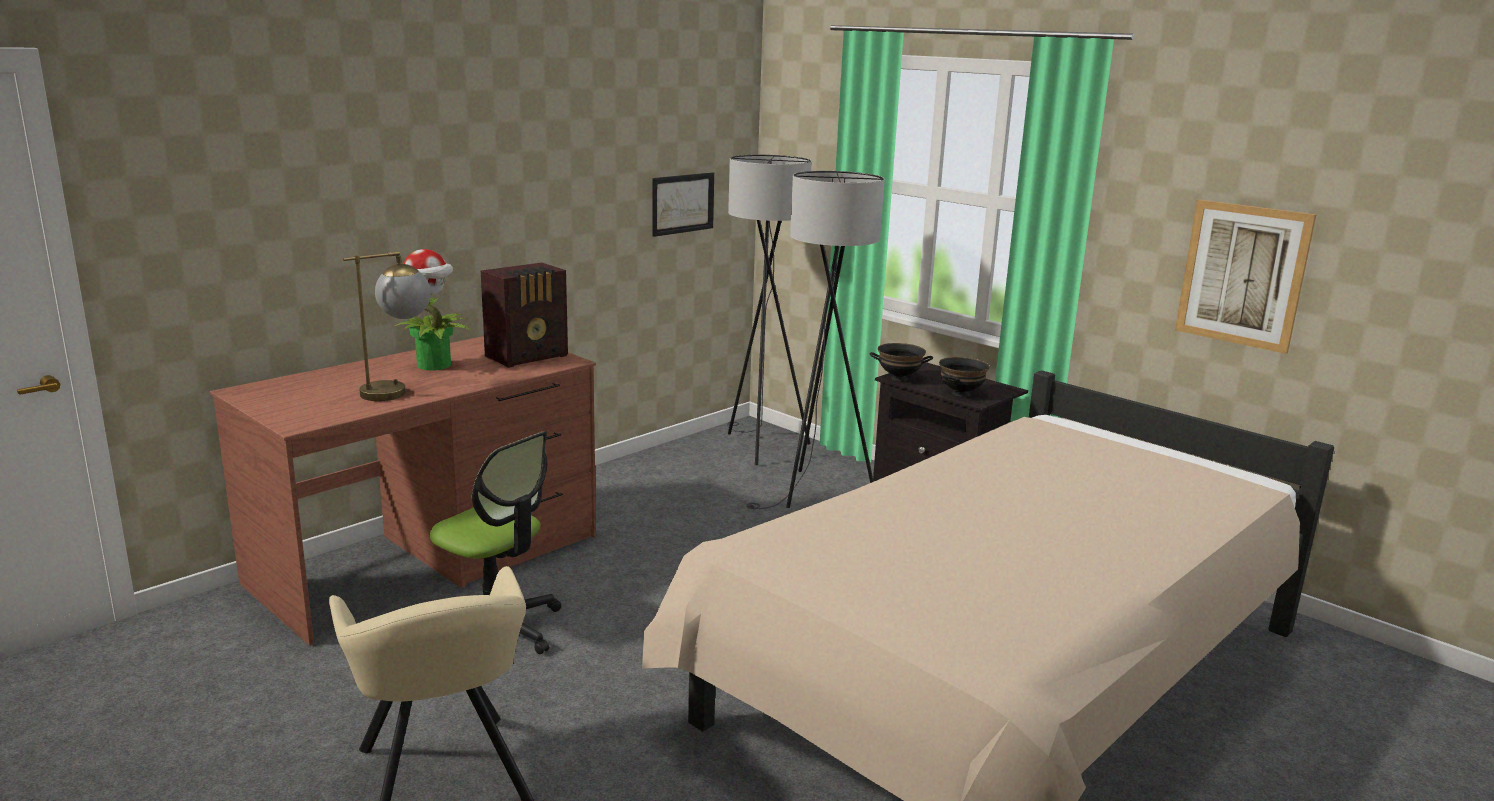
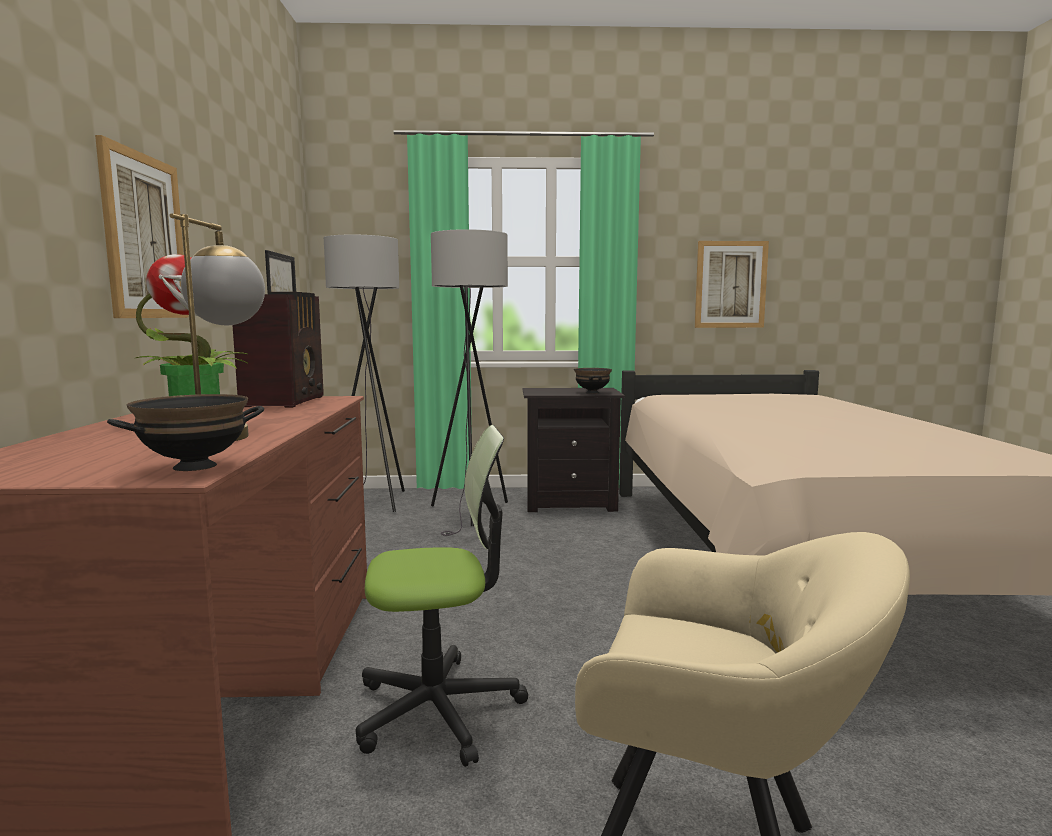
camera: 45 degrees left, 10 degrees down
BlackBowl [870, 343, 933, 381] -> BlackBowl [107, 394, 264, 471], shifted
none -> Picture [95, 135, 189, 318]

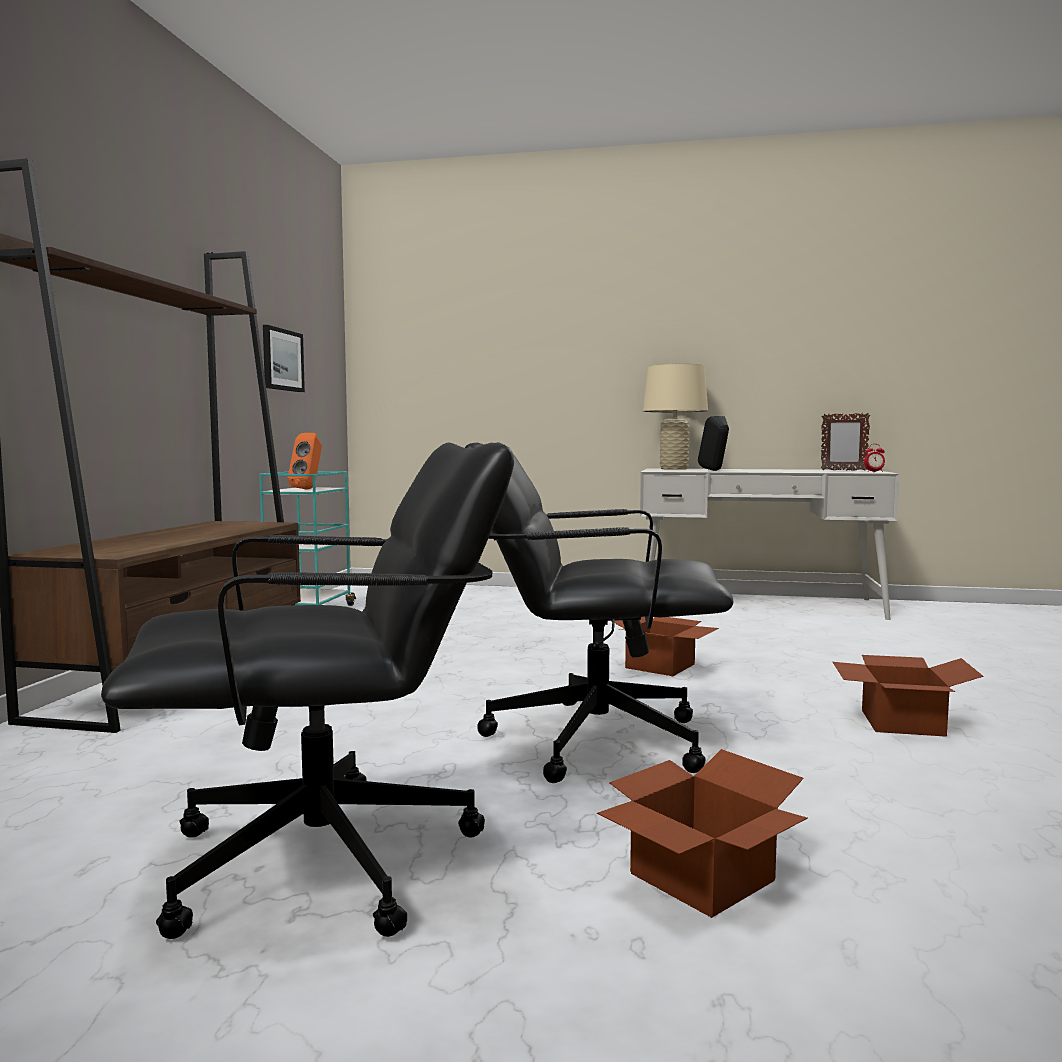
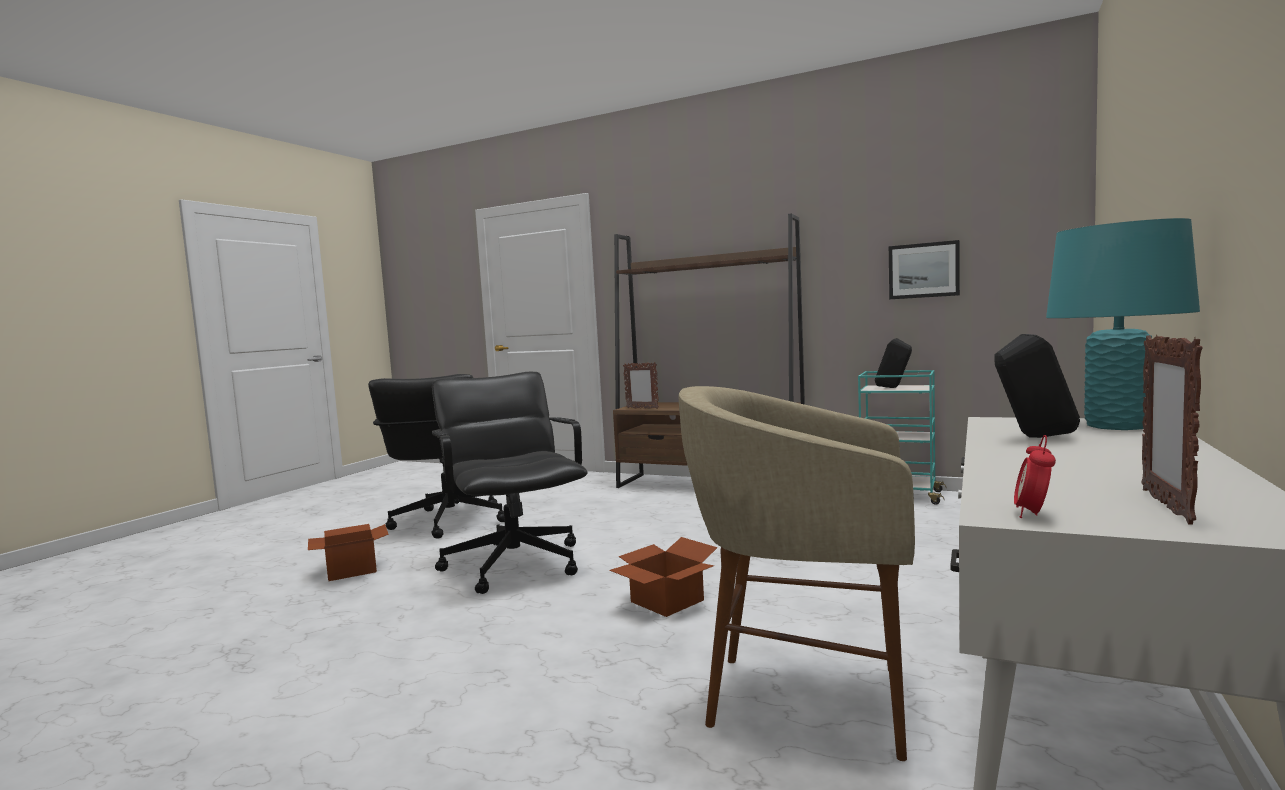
camera: 105 degrees right, 0 degrees up
OrangeSpeaker [287, 433, 322, 489] -> BlackSpeaker [875, 338, 912, 388]
BlackOfficeChair [465, 442, 734, 783] -> BlackOfficeChair [432, 372, 587, 594], 45 degrees counterclockwise
BeigeTableLamp [643, 364, 708, 470] -> TurquoiseTableLamp [1046, 218, 1200, 430]
CardboardBox [833, 655, 984, 737] -> none
none -> PictureFrame [623, 362, 659, 409]
none -> BeigeStool [679, 386, 915, 761]

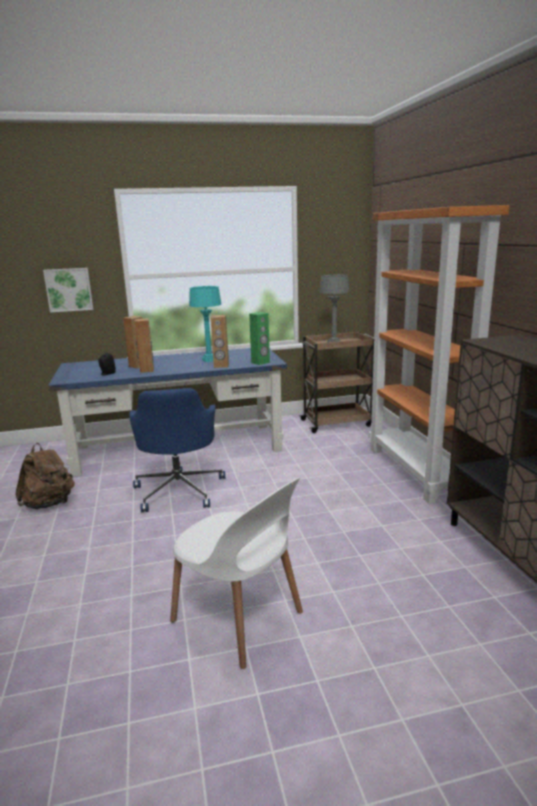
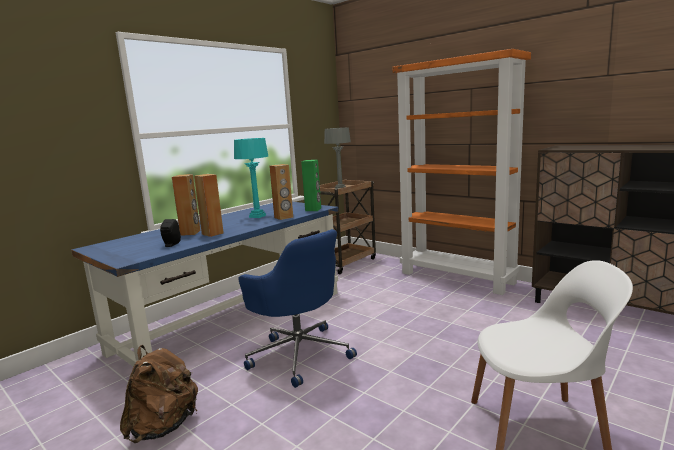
camera: 35 degrees left, 5 degrees down
Picture [43, 268, 93, 312] -> none

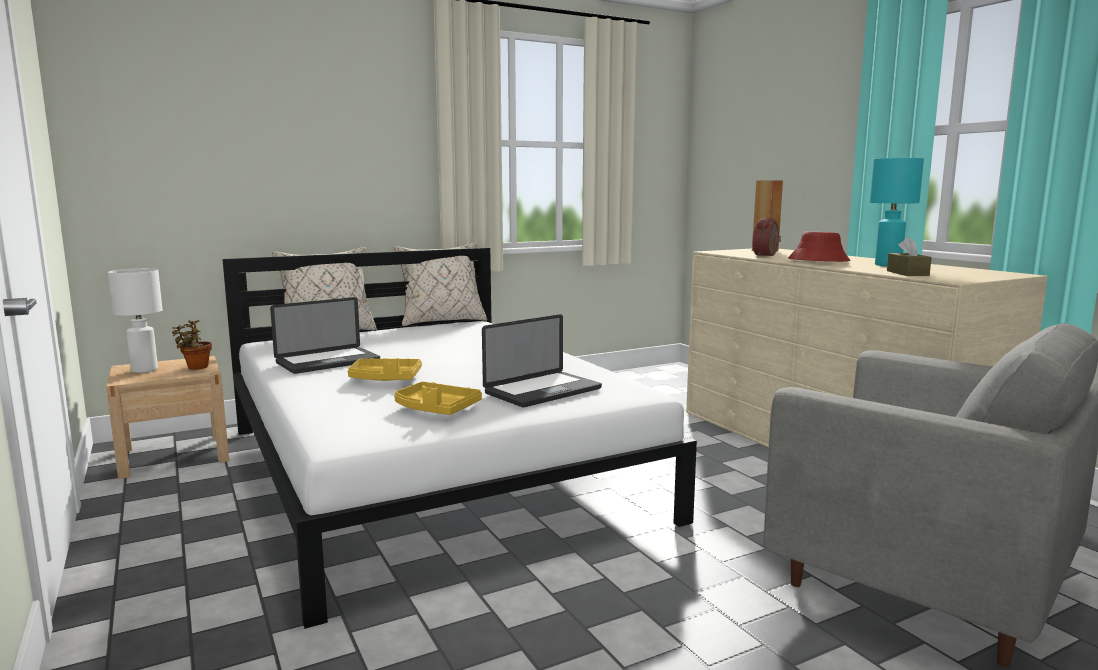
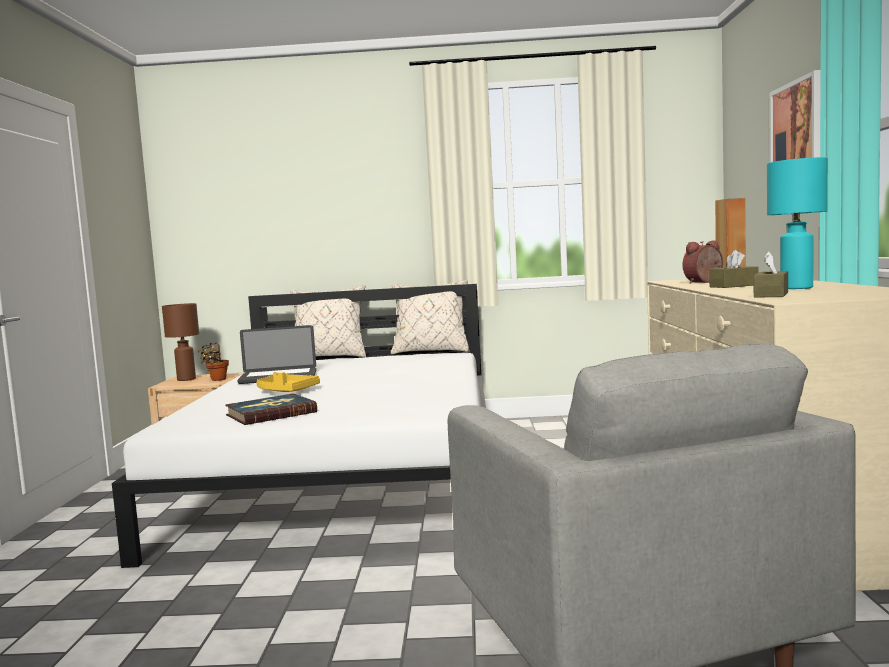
camera: 30 degrees right, 5 degrees down
WhiteTableLamp [108, 268, 163, 373] -> BrownTableLamp [162, 303, 199, 381]
YellowTray [394, 381, 482, 415] -> Book [225, 393, 317, 425]
Laptop [482, 314, 602, 407] -> none
RedHat [788, 231, 851, 262] -> BrownTissueBox [709, 250, 758, 288]
none -> Picture [769, 70, 821, 162]

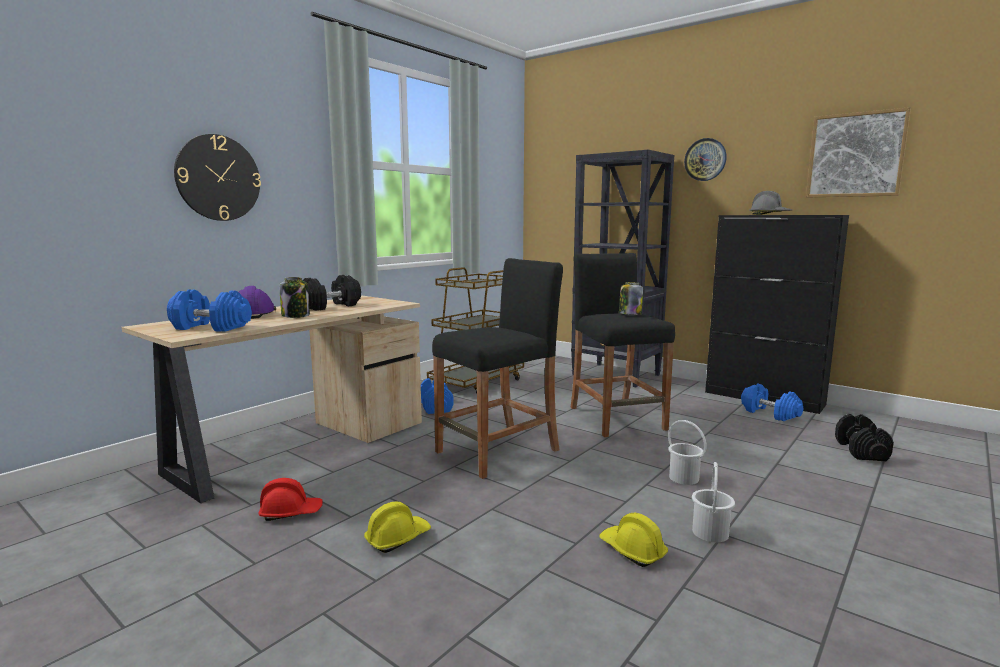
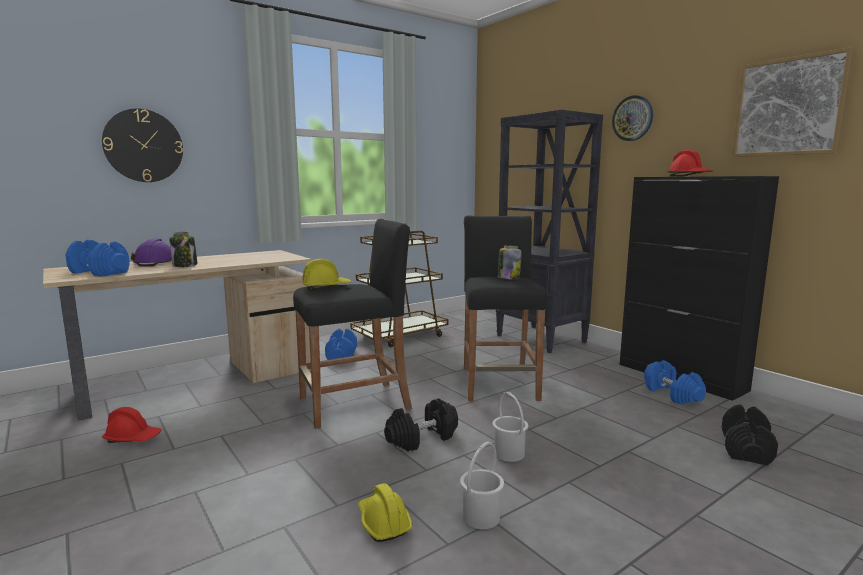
camera: 15 degrees right, 0 degrees up
BlackDumbbell [303, 275, 361, 310] -> BlackDumbbell [384, 398, 458, 451], shifted
YellowHardHat [364, 502, 431, 553] -> YellowHardHat [302, 259, 351, 291], shifted
GreyHardHat [749, 191, 792, 215] -> RedHardHat [667, 150, 713, 177]

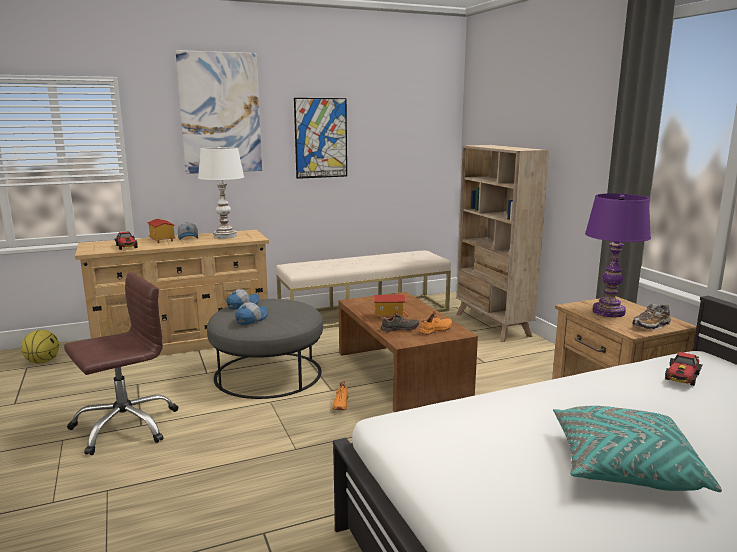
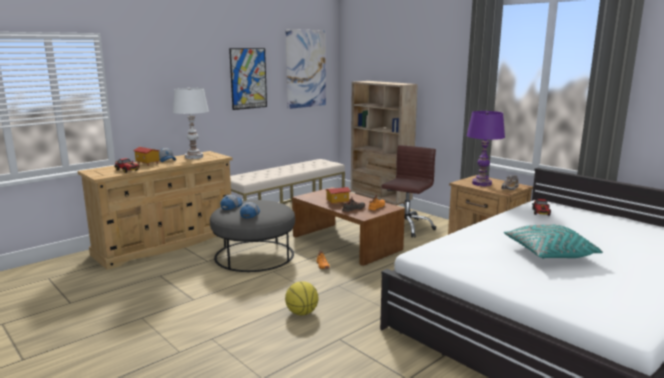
camera: 20 degrees left, 0 degrees up
Basketball [21, 330, 59, 364] -> Basketball [285, 281, 318, 315], shifted
BrownOfficeChair [64, 272, 179, 455] -> BrownOfficeChair [381, 145, 436, 238], shifted
Picture [175, 50, 262, 174] -> Picture [286, 29, 326, 109], shifted

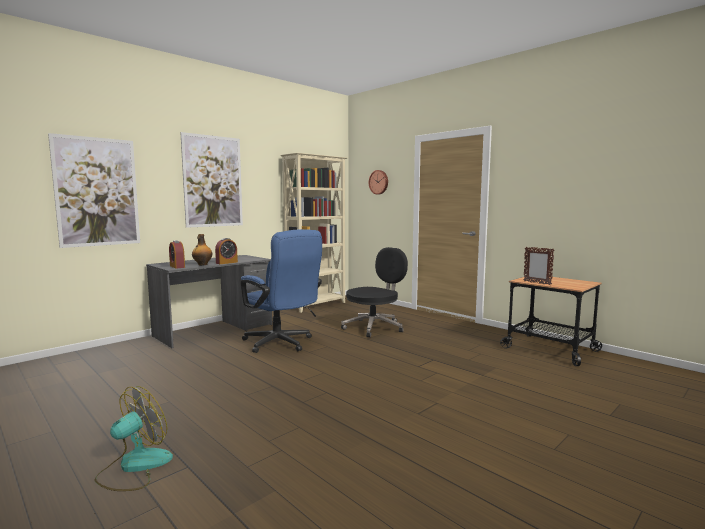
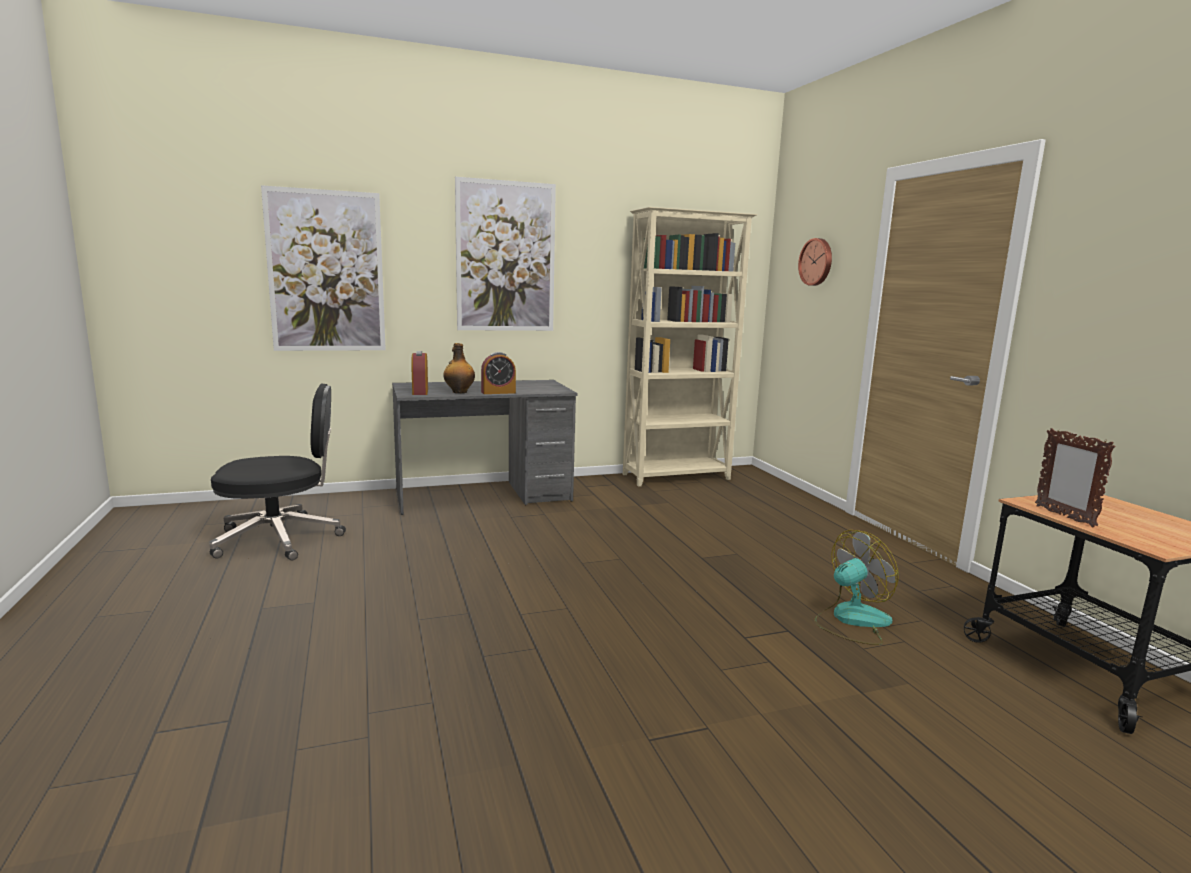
camera: 25 degrees right, 5 degrees up
Fan [95, 386, 173, 491] -> Fan [814, 530, 899, 645], shifted
BlueOfficeChair [241, 229, 322, 353] -> none
BlackOfficeChair [341, 247, 408, 337] -> BlackOfficeChair [209, 384, 346, 560], shifted

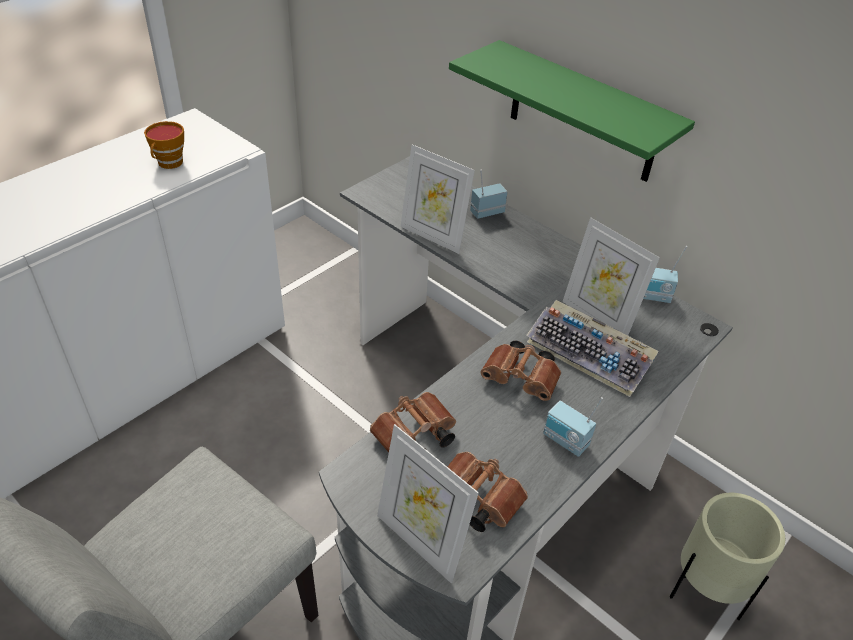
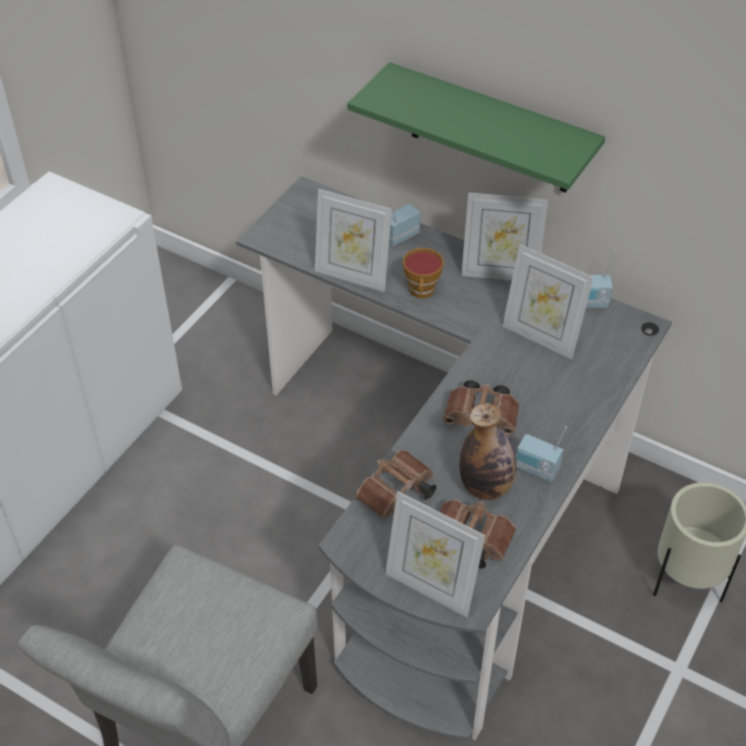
camera: 10 degrees left, 5 degrees up
Cup [144, 121, 184, 169] -> Cup [403, 248, 444, 298], shifted
Keyboard [526, 300, 659, 397] -> none
none -> Bottle [460, 403, 516, 500]
none -> PictureFrame [461, 192, 548, 281]

